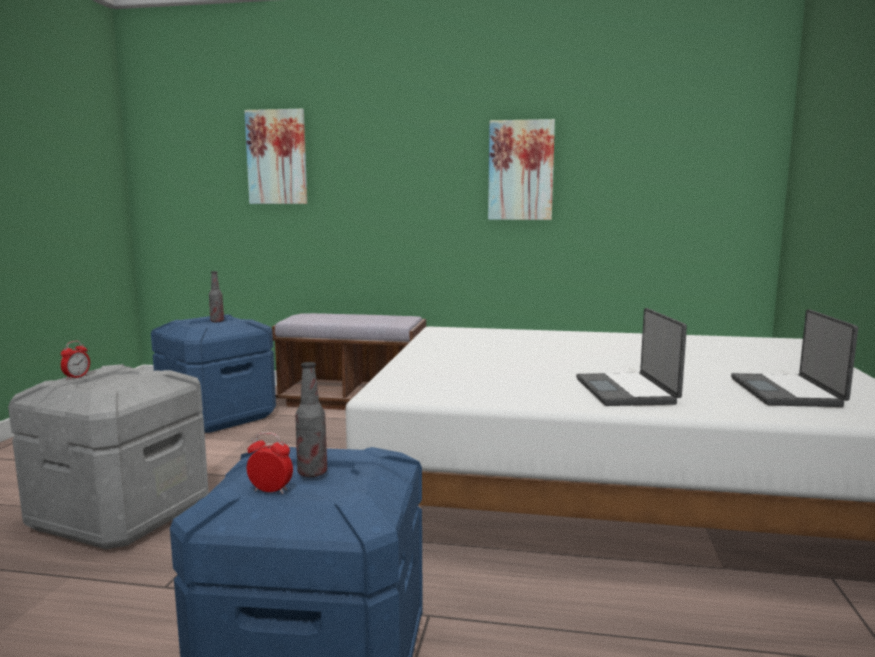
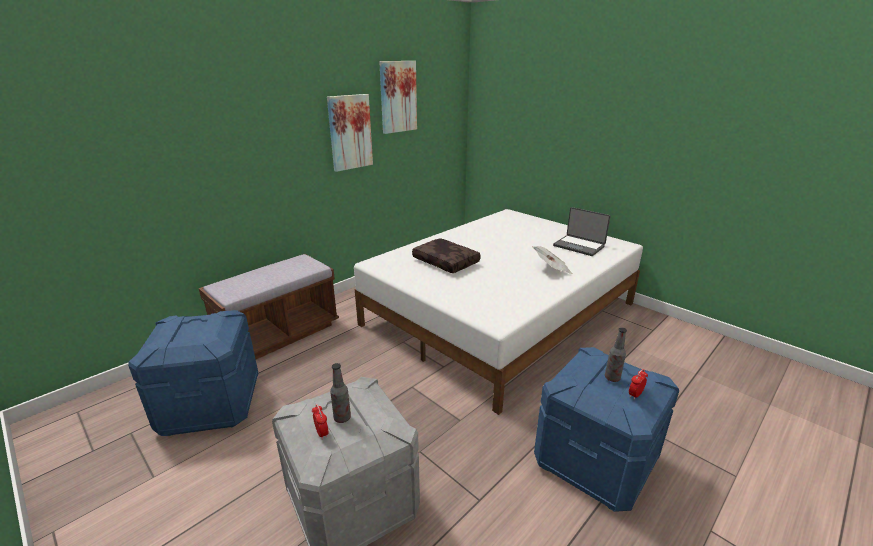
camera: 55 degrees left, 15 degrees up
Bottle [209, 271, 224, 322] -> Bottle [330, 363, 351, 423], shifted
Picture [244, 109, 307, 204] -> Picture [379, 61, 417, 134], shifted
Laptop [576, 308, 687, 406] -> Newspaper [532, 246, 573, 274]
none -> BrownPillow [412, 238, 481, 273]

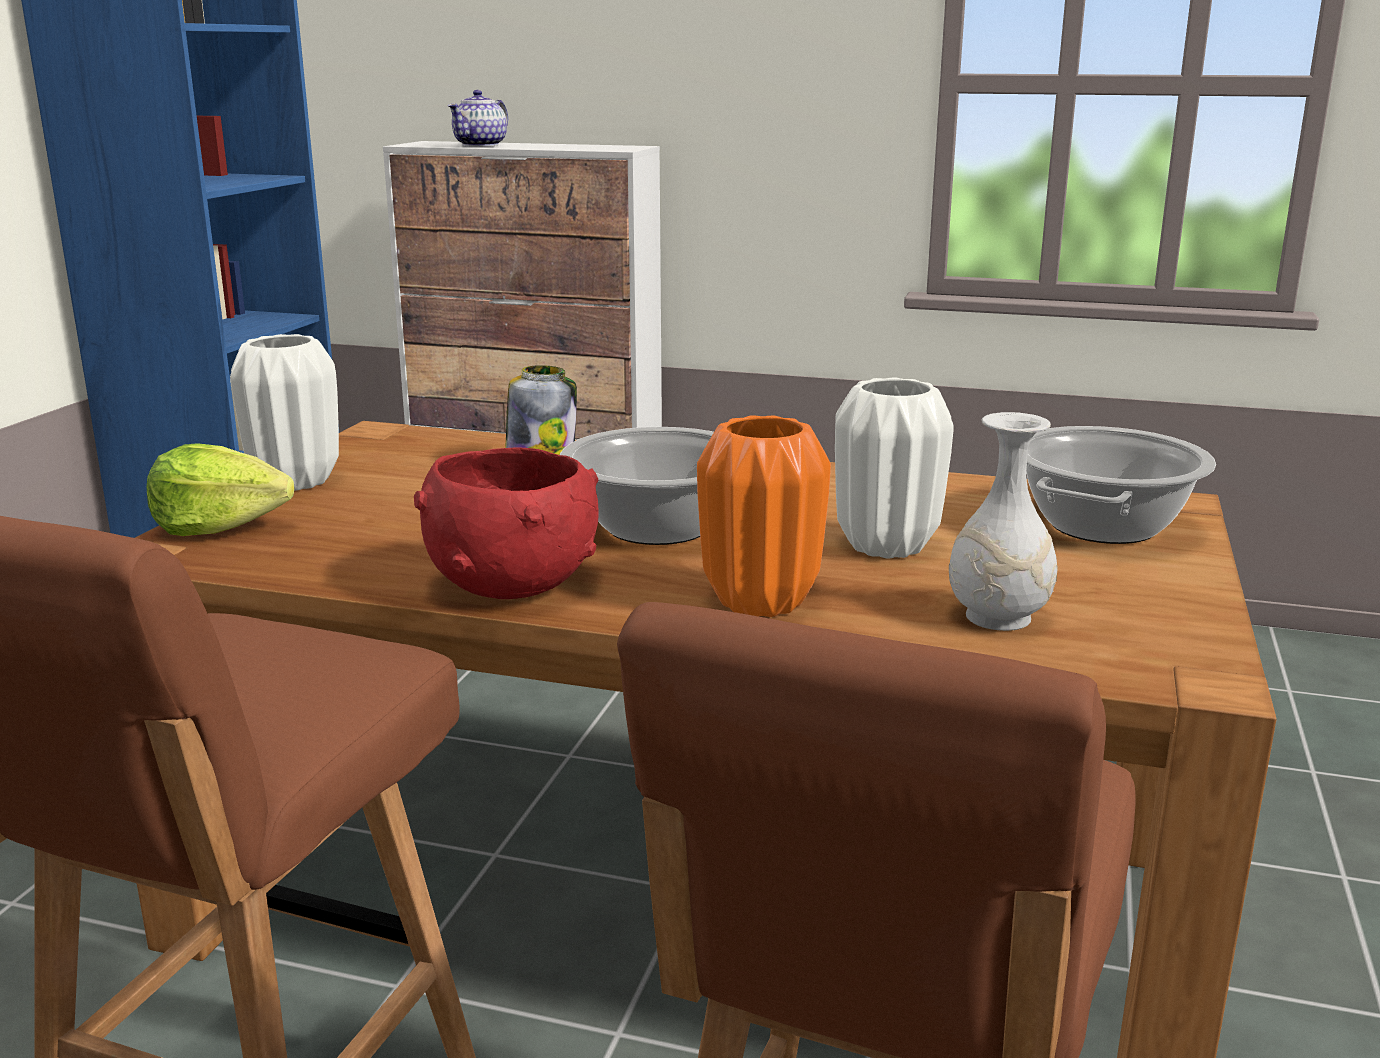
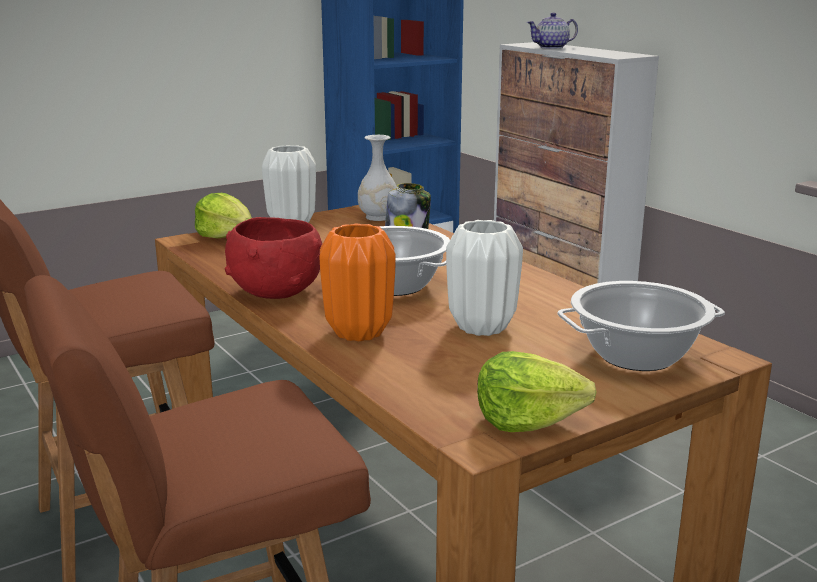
camera: 40 degrees right, 0 degrees up
WhiteVase [949, 412, 1058, 631] -> WhiteVase [358, 135, 397, 221], shifted
none -> Lettuce [477, 351, 597, 432]

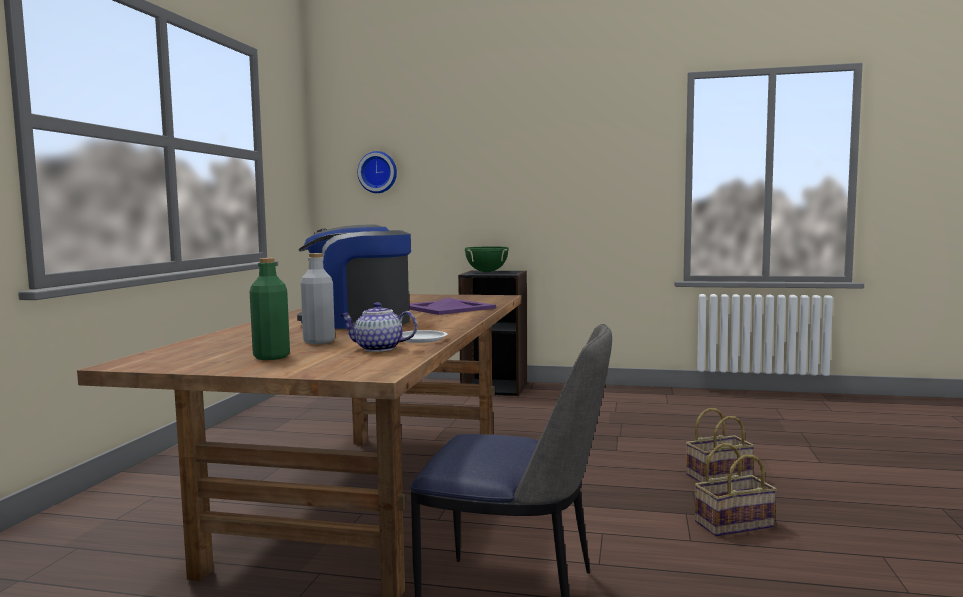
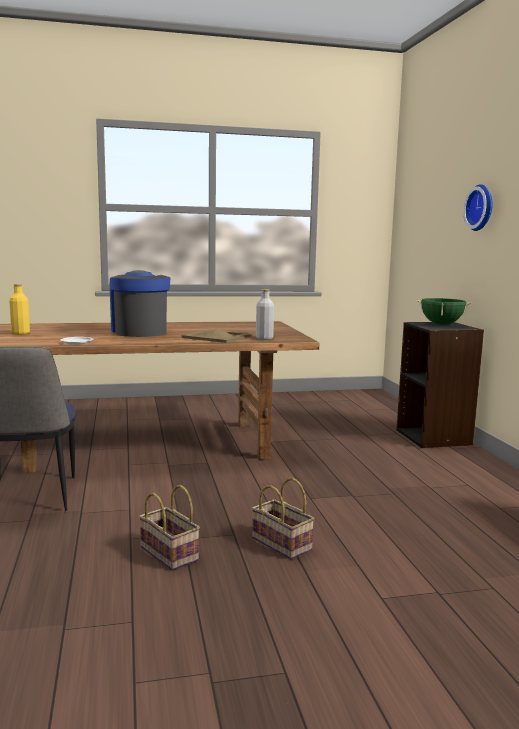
camera: 65 degrees right, 5 degrees up
GreenBottle [250, 258, 290, 360] -> YellowBottle [9, 284, 30, 335]
GreyBottle [301, 253, 335, 344] -> GreyBottle [256, 289, 274, 340], shifted
Teapot [340, 302, 417, 352] -> none
WallClock [357, 151, 397, 193] -> WallClock [463, 184, 493, 231], shifted
PurpleTray [409, 297, 496, 315] -> BeigeTray [182, 329, 252, 343]

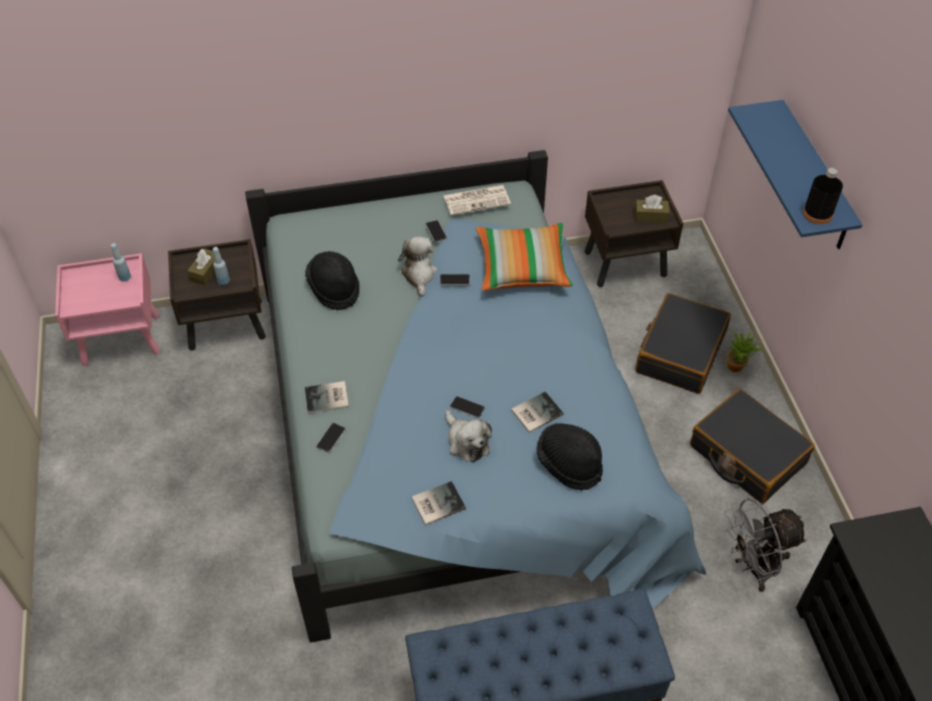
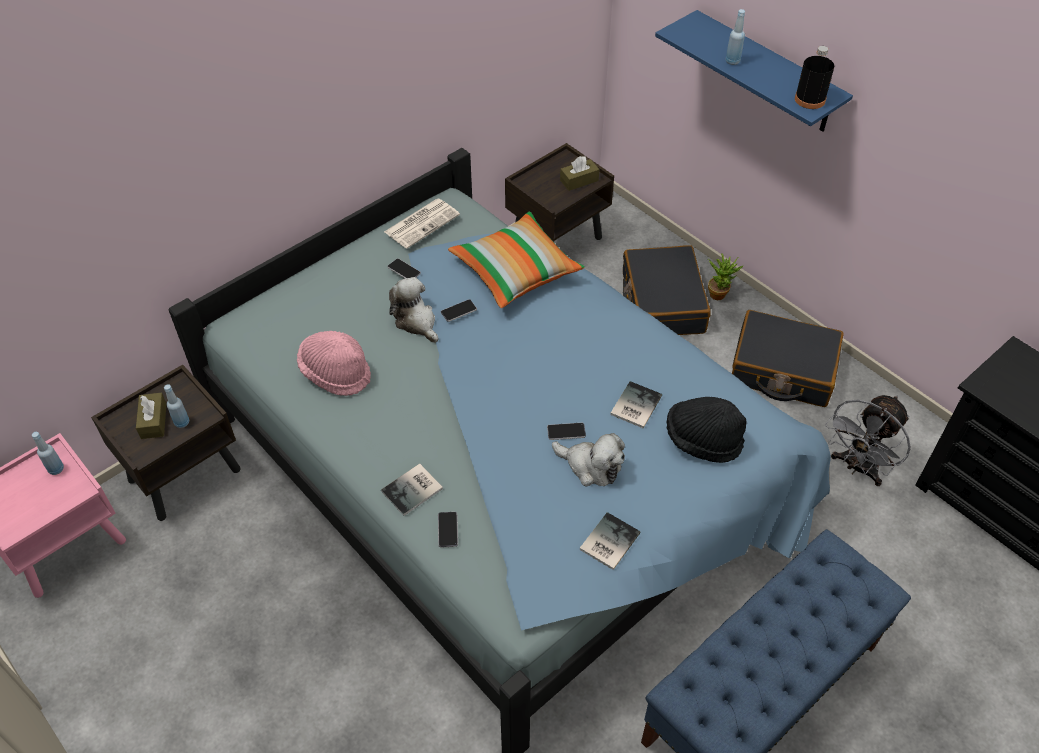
camera: 30 degrees left, 0 degrees up
BlackHat [305, 251, 359, 310] -> PinkHat [297, 331, 371, 396]
none -> BlueBottle [726, 9, 745, 65]

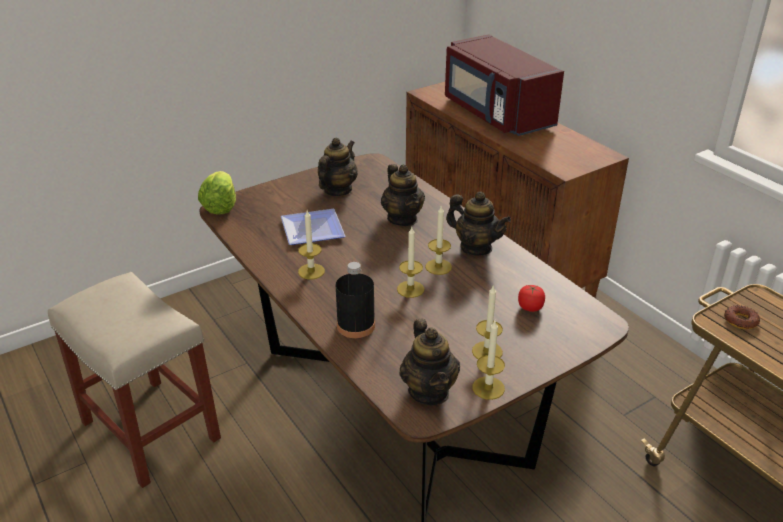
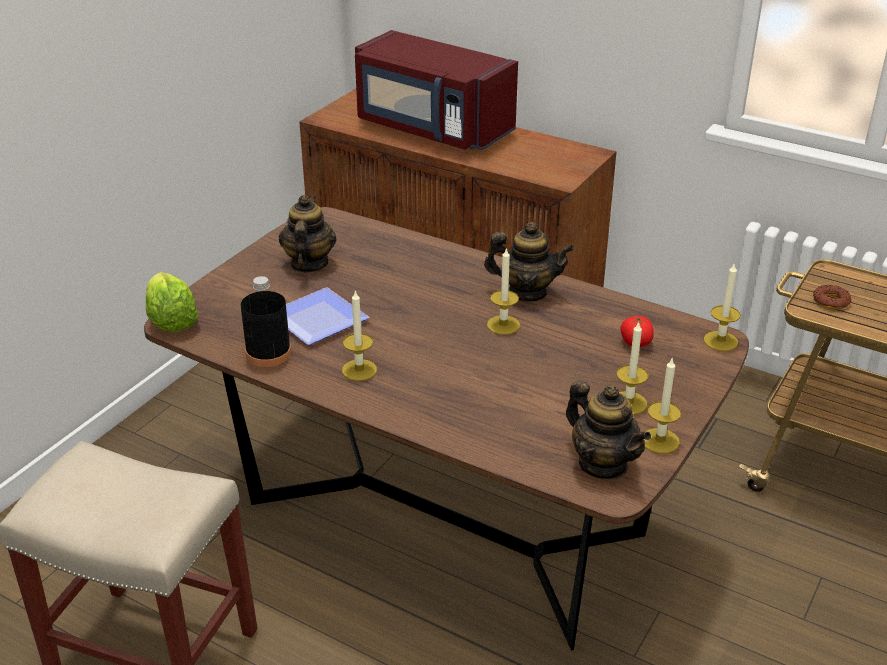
camera: 25 degrees left, 0 degrees up
BlackBottle [336, 262, 375, 338] -> BlackBottle [241, 276, 291, 367], shifted
Teapot [381, 164, 425, 226] -> none
Candle [397, 227, 425, 298] -> Candle [704, 262, 741, 351], shifted

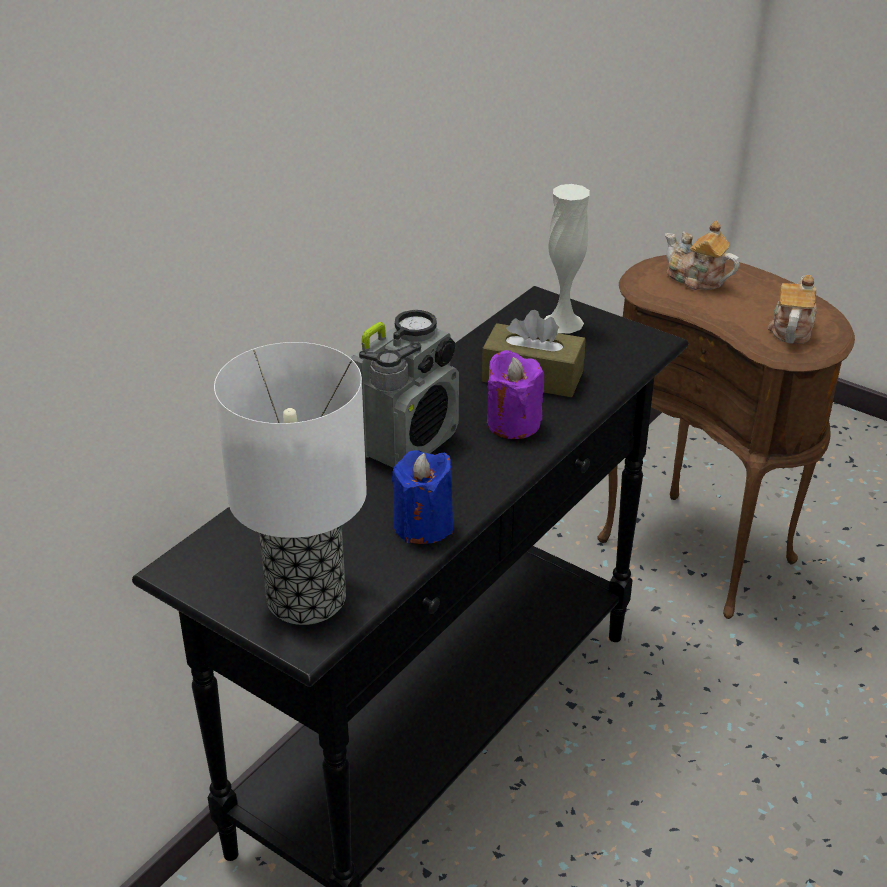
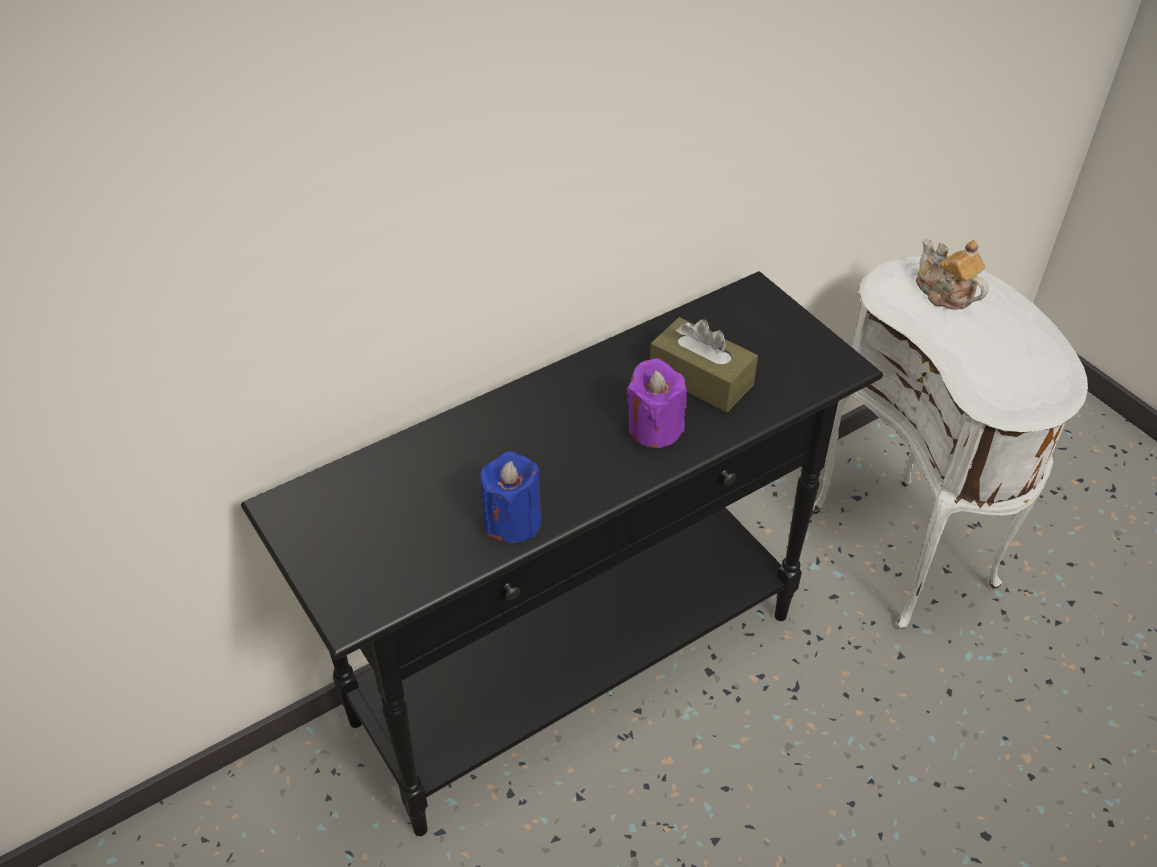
camera: 20 degrees right, 10 degrees up
TableLamp [214, 342, 367, 625] -> none
Radio [351, 310, 459, 468] -> none
WhiteVase [544, 184, 590, 333] -> none
BrownSideTable [597, 255, 855, 619] -> WhiteSideTable [812, 256, 1088, 629]
Teapot [768, 275, 817, 344] -> none

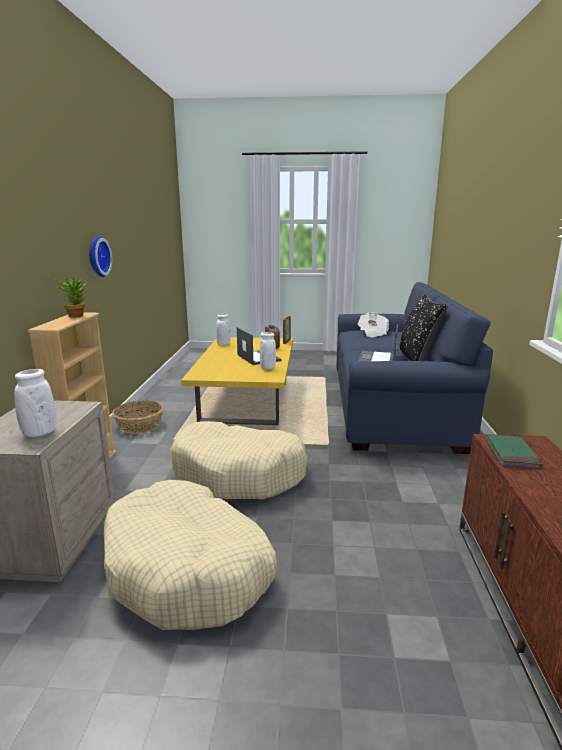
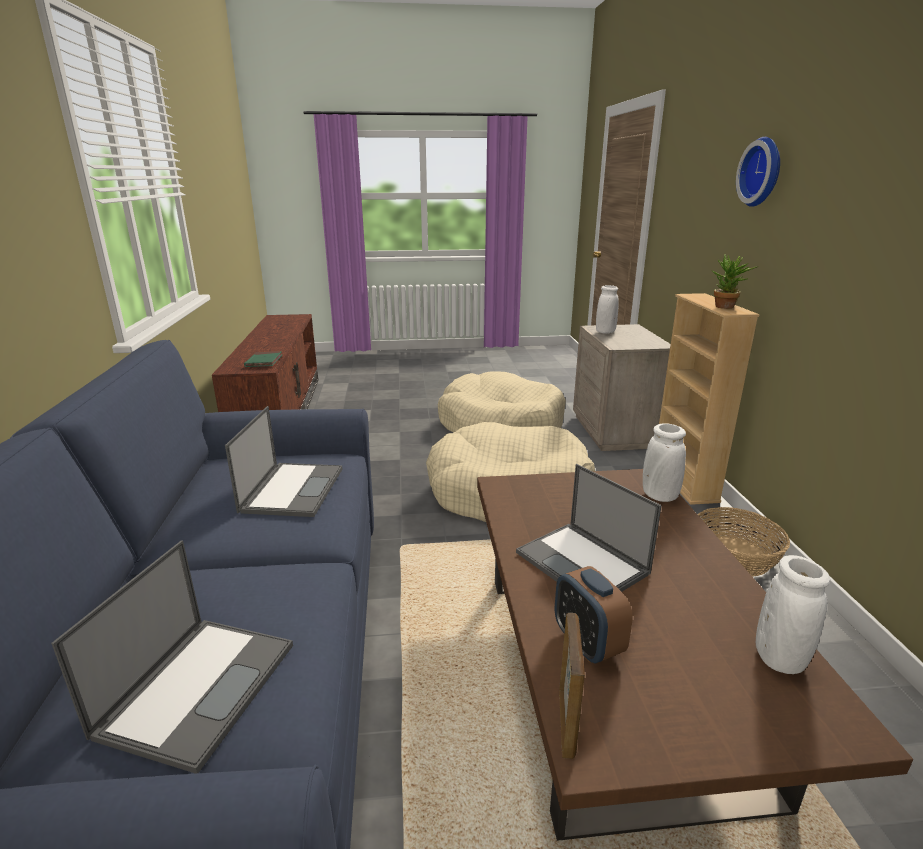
camera: 170 degrees right, 5 degrees up
WallClock [89, 236, 112, 277] -> WallClock [736, 137, 780, 207], shifted
YellowCoffeeTable [181, 337, 293, 425] -> BrownCoffeeTable [477, 469, 913, 841]
WhiteVase [260, 332, 276, 370] -> WhiteVase [643, 423, 686, 502], shifted
Newspaper [358, 312, 389, 337] -> Laptop [51, 540, 293, 773]
BlackPillow [400, 294, 447, 361] -> none

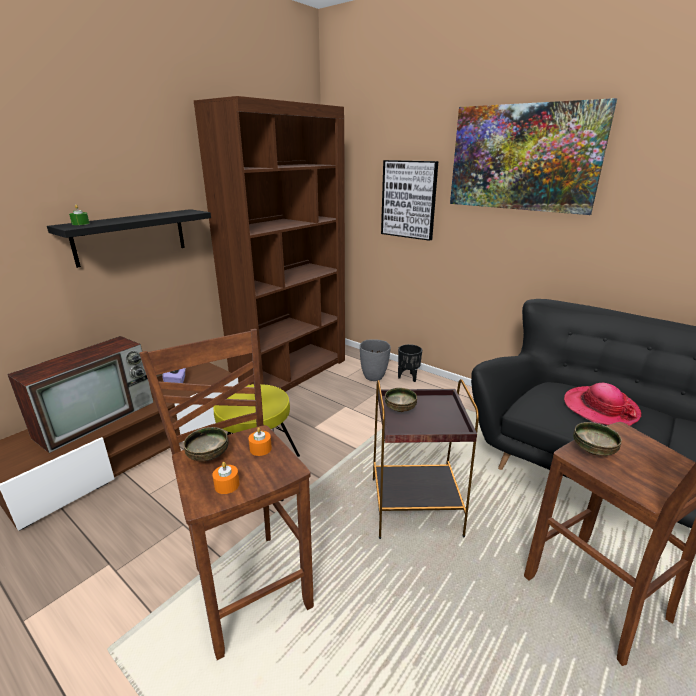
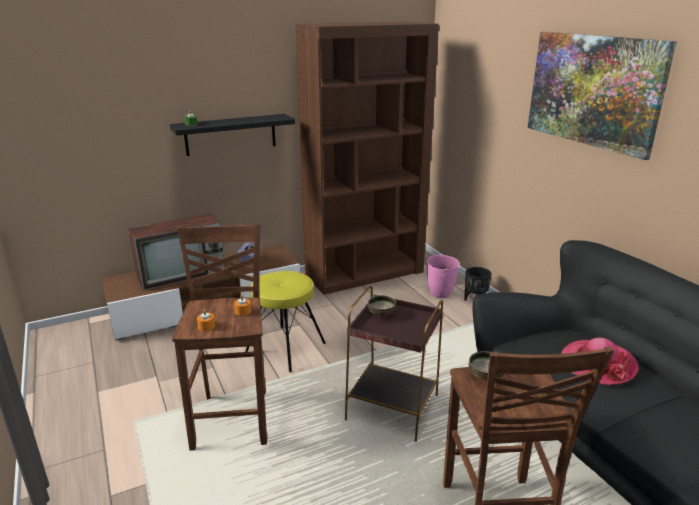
camera: 25 degrees right, 0 degrees up
Bowl [183, 427, 229, 462] -> none
GreyVase [360, 339, 391, 381] -> PinkVase [427, 255, 459, 298]
Picture [381, 160, 438, 241] -> none

